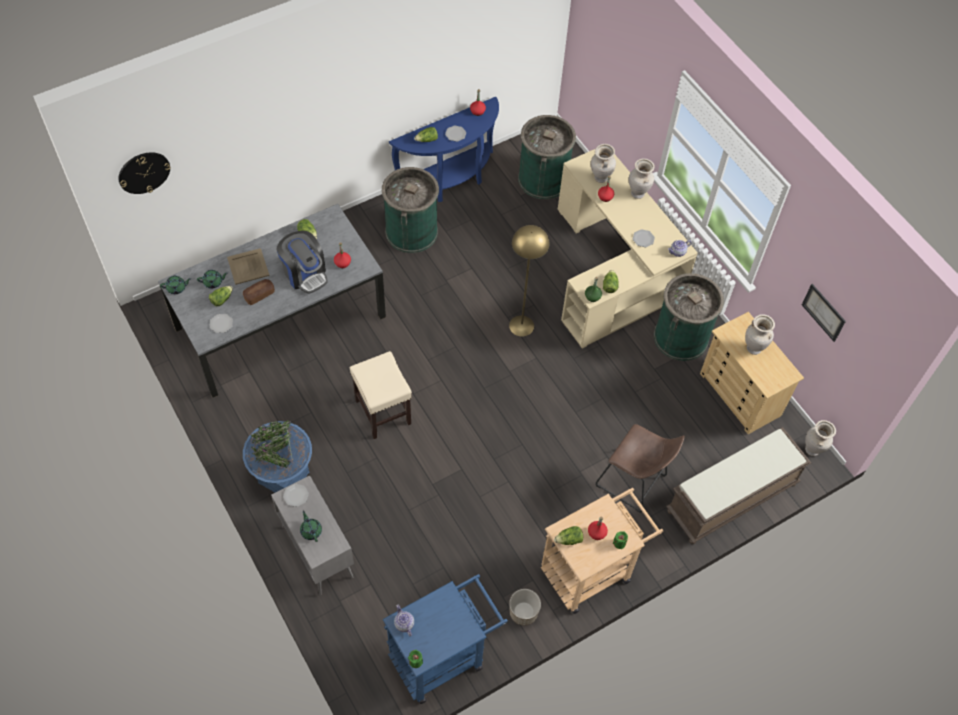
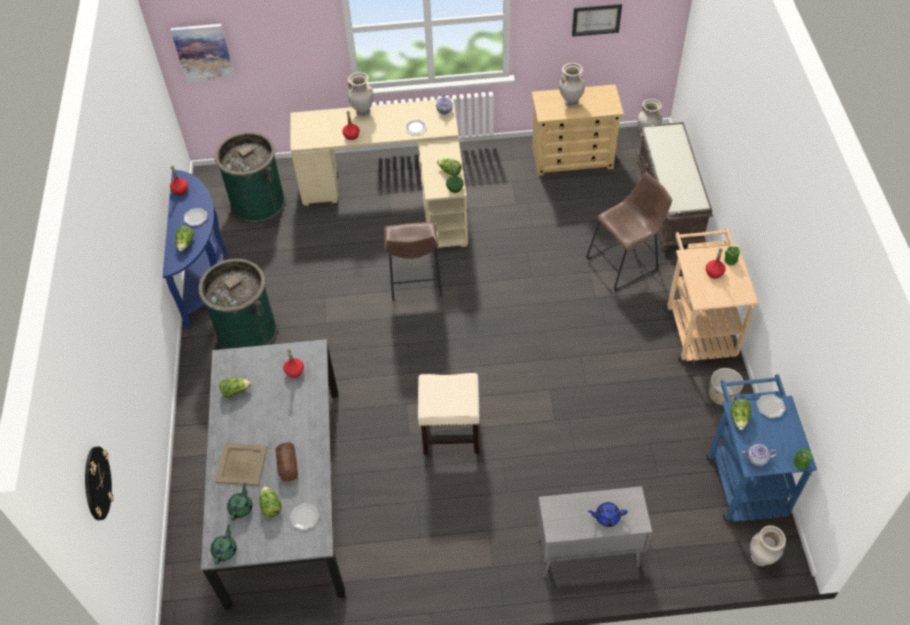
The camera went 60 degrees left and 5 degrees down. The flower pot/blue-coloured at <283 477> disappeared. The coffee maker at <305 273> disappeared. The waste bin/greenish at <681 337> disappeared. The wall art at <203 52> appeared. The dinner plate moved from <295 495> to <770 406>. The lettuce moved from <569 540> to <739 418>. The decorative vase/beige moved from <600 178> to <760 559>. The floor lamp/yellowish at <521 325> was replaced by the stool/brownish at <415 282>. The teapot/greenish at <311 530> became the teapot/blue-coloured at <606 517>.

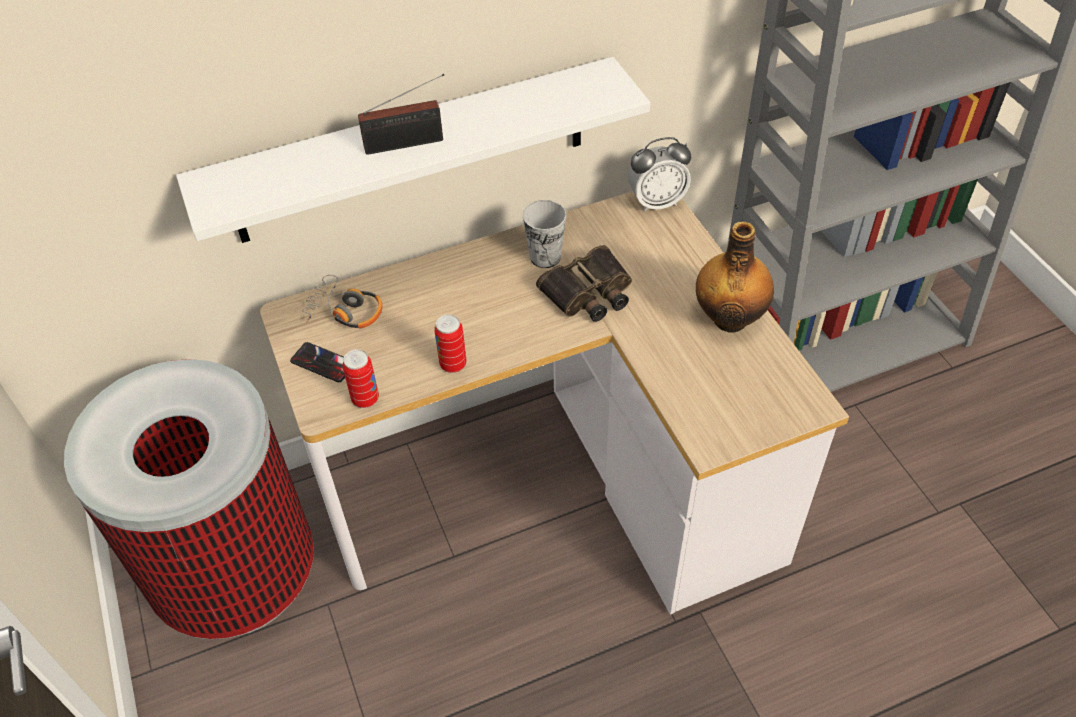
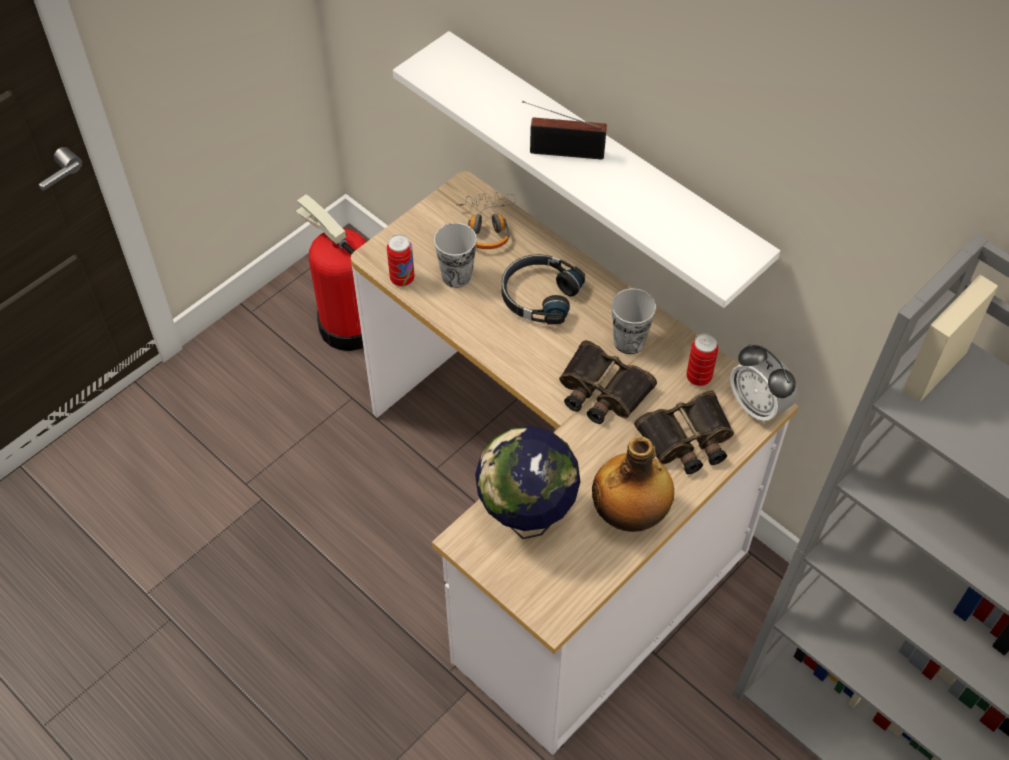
The camera went 65 degrees right and 5 degrees up. The handset at <322 363> disappeared. The cup at <456 275> appeared. The world globe at <526 518> appeared. The headphones/black-coloured at <539 295> appeared. The pair of binoculars at <687 440> appeared. The metal can moved from <453 364> to <698 377>. The waste bin at <237 577> was replaced by the extinguisher at <348 326>. The radio receiver at <408 143> turned 135 degrees clockwise.

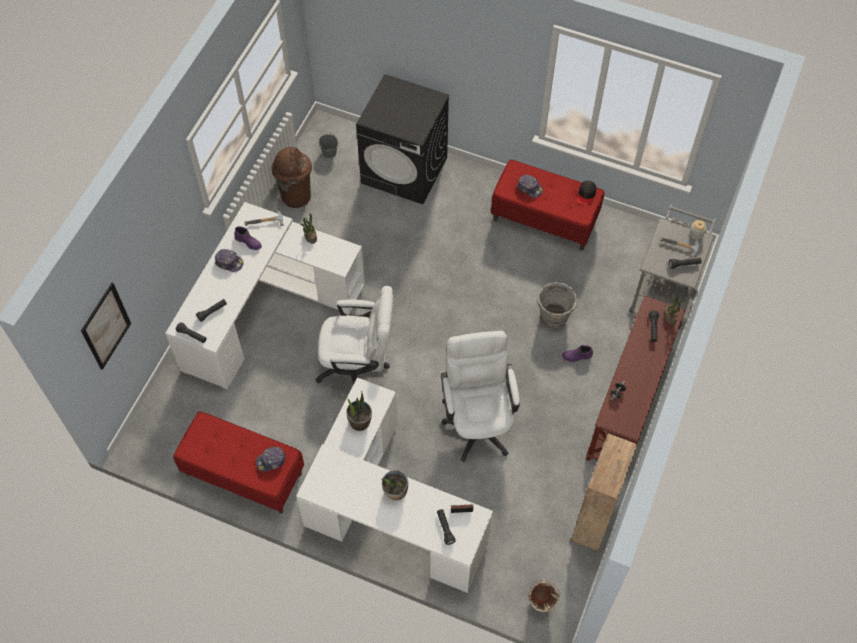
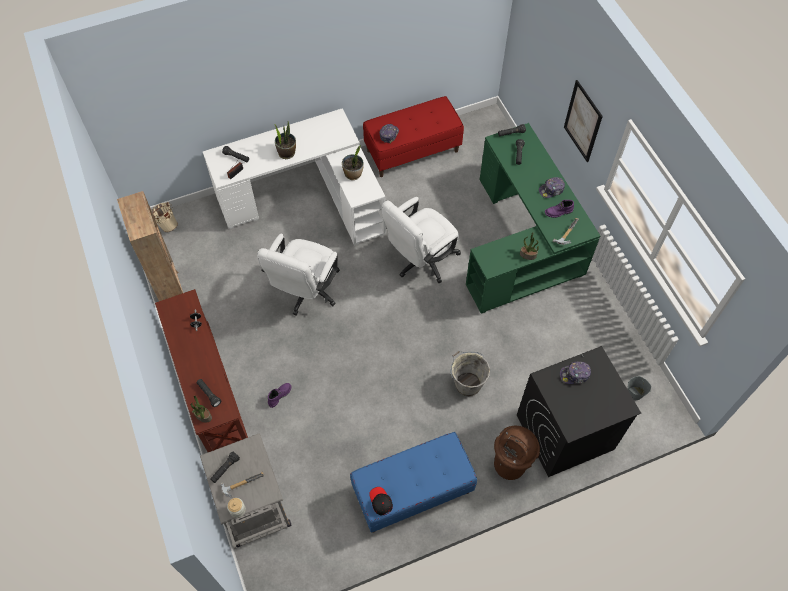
The camera went 135 degrees right and 0 degrees up. The wall art moved from <106 326> to <582 121>. The waste bin/brownish moved from <296 195> to <510 465>. The peaked cap moved from <529 188> to <575 375>. The water bucket/gray moved from <554 318> to <467 383>. The desk unit/whitish at <264 308> became the desk unit/greenish at <523 243>. The indoor bench/red at <544 219> became the indoor bench/blue-coloured at <412 492>. The desk chair/whitish at <478 421> turned 75 degrees clockwise.

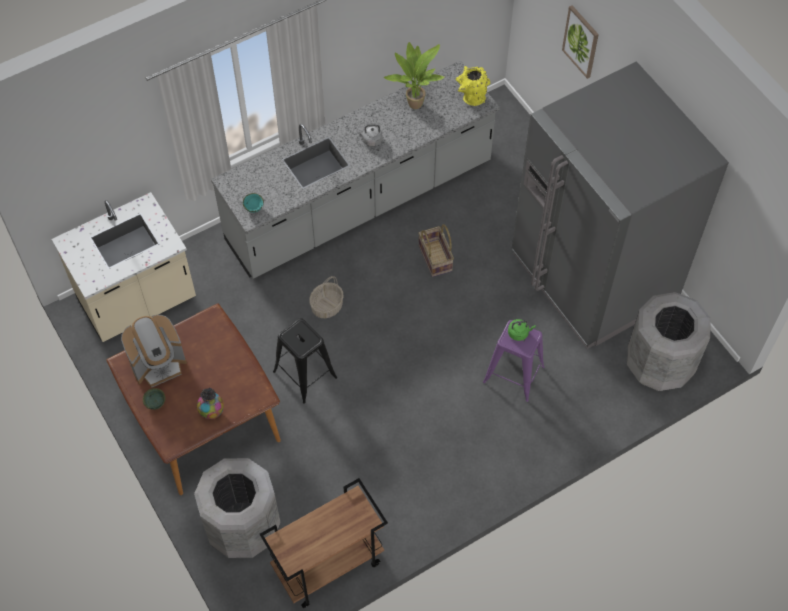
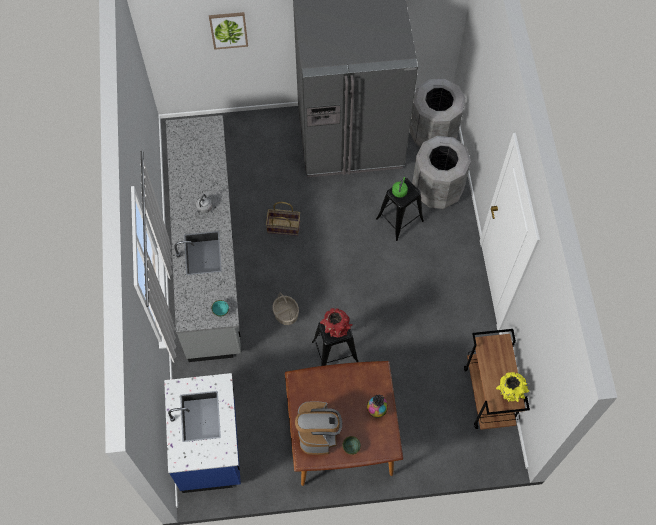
The camera went 65 degrees left and 5 degrees up. The houseplant at <414 103> disappeared. The decorative vase/red at <336 330> appeared. The waste bin/gray moved from <244 527> to <437 190>. The decorative vase/yellowish moved from <471 98> to <509 393>. The kitchen base unit/beige at <137 301> became the kitchen base unit/blue-coloured at <211 447>. The stool/purple at <513 374> became the stool/black-coloured at <399 220>.

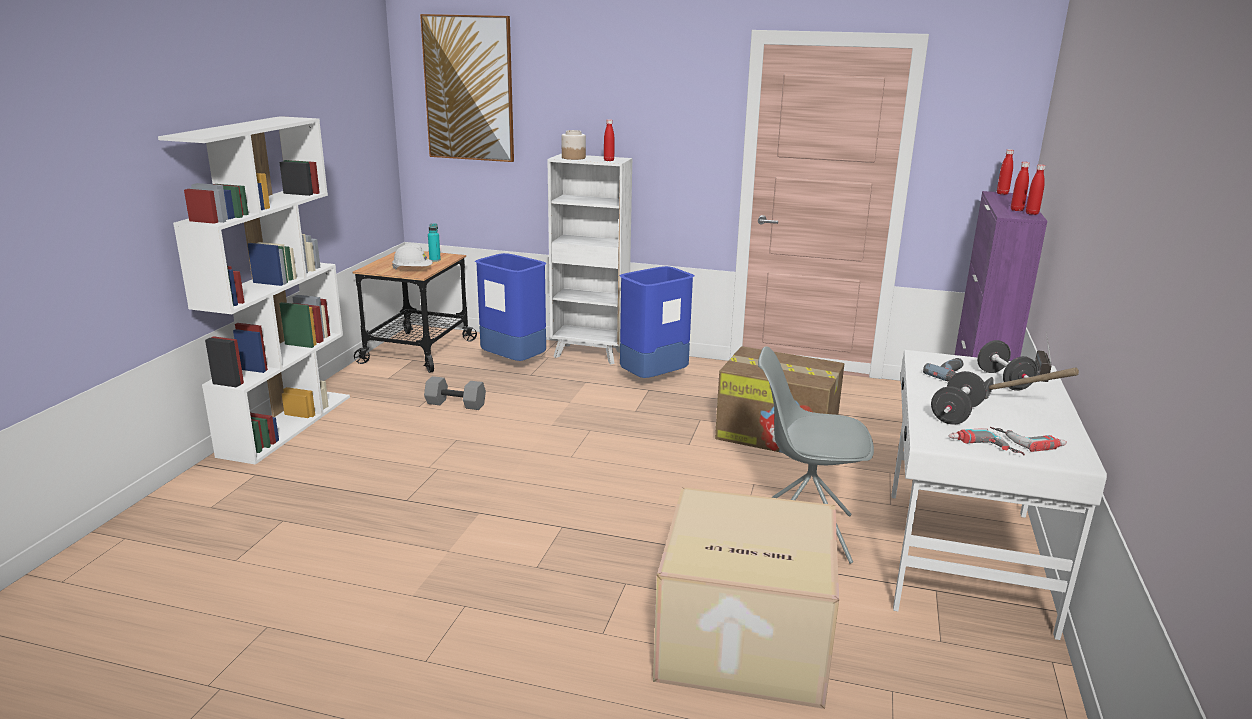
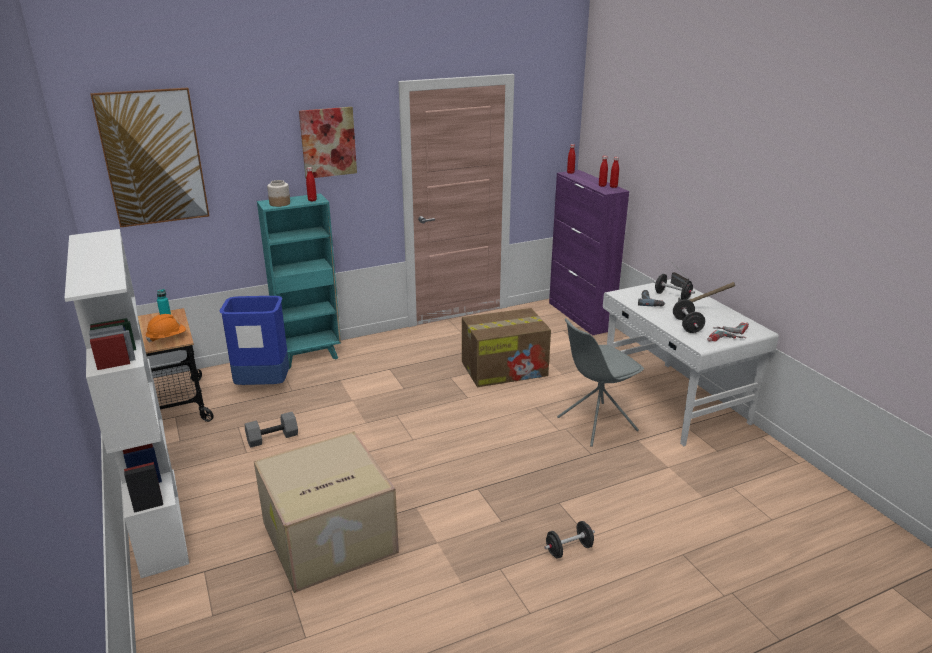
The camera went 40 degrees left and 5 degrees up. The waste bin/blue-coloured at <653 379> disappeared. The wall art at <328 142> appeared. The free weight/black-coloured at <569 549> appeared. The packing box moved from <741 640> to <328 539>. The hard hat/whitish at <413 270> became the hard hat/orange-coloured at <167 338>. The bookcase/whitish at <590 354> became the bookcase/turquoise at <310 357>.

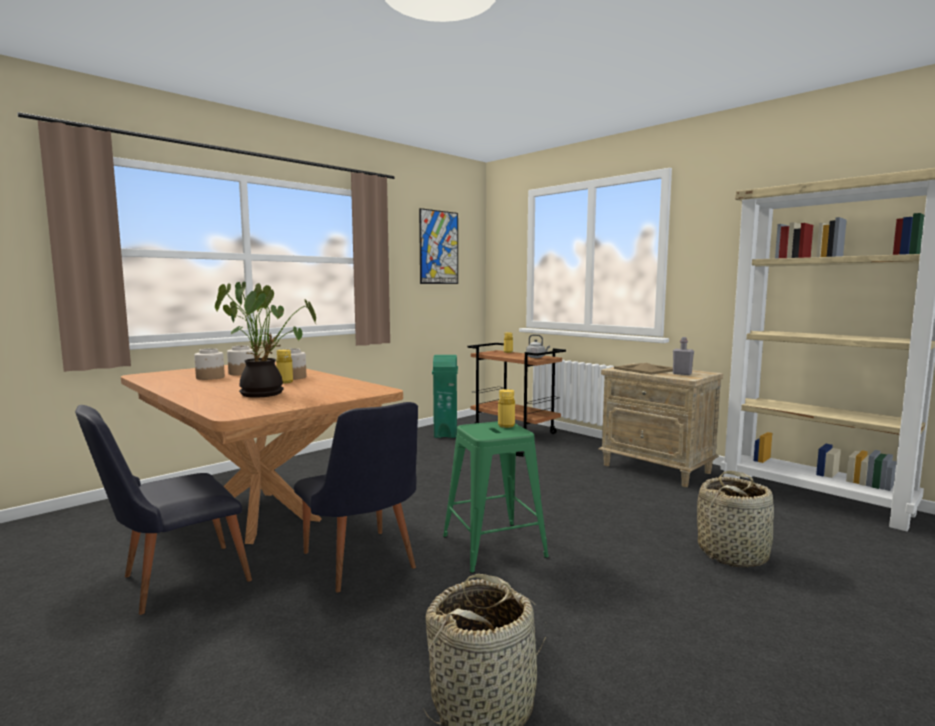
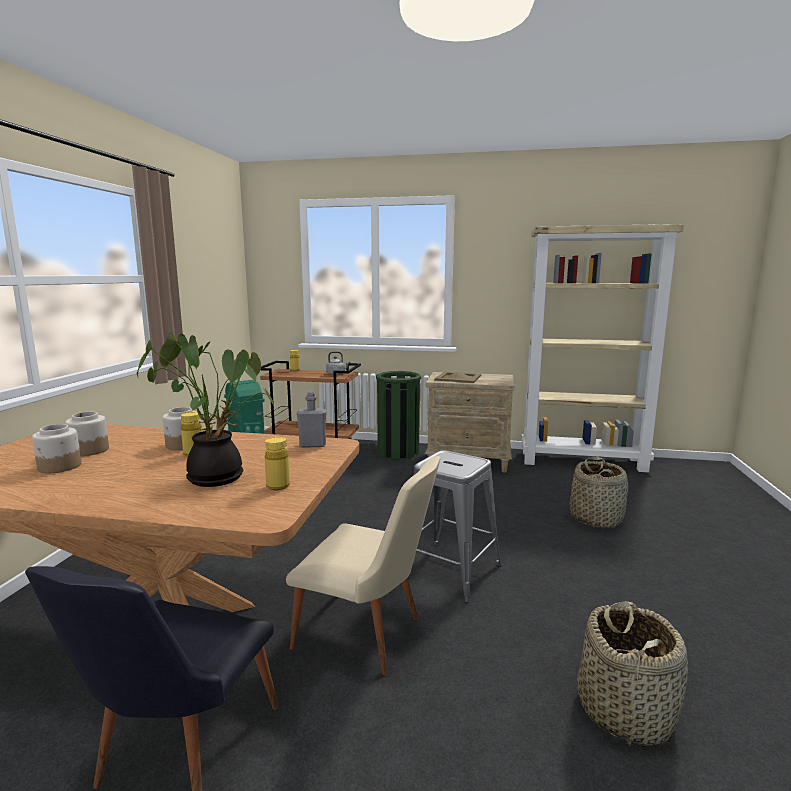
The camera went 35 degrees left and 5 degrees up. The wall art at <439 247> disappeared. The waste bin/greenish at <398 452> appeared. The beverage bottle/yellowish moved from <506 425> to <278 486>. The beverage bottle/gray moved from <682 374> to <312 445>. The upright chair/black-coloured at <362 565> became the upright chair/beige at <368 636>. The stool/greenish at <493 546> became the stool/gray at <449 571>.

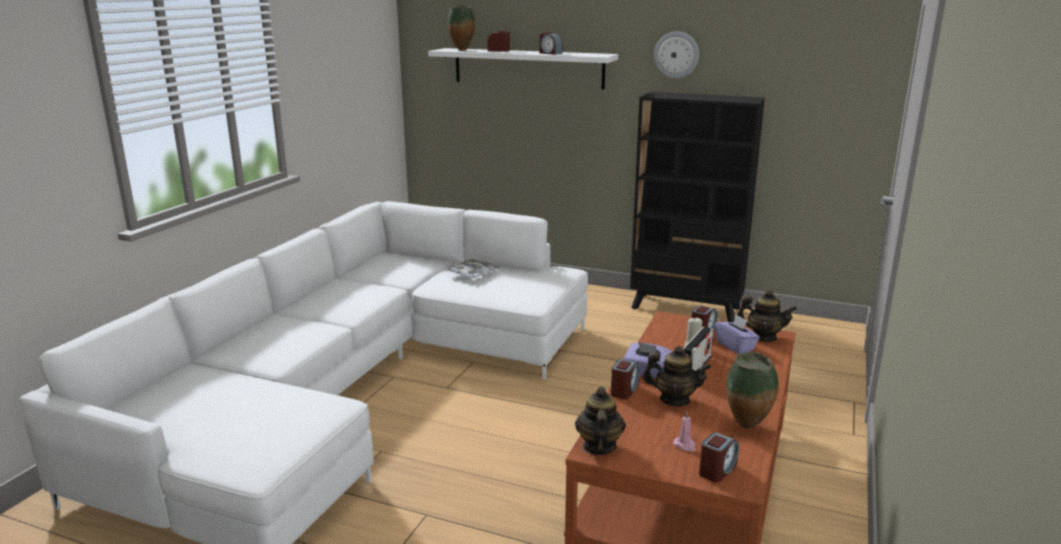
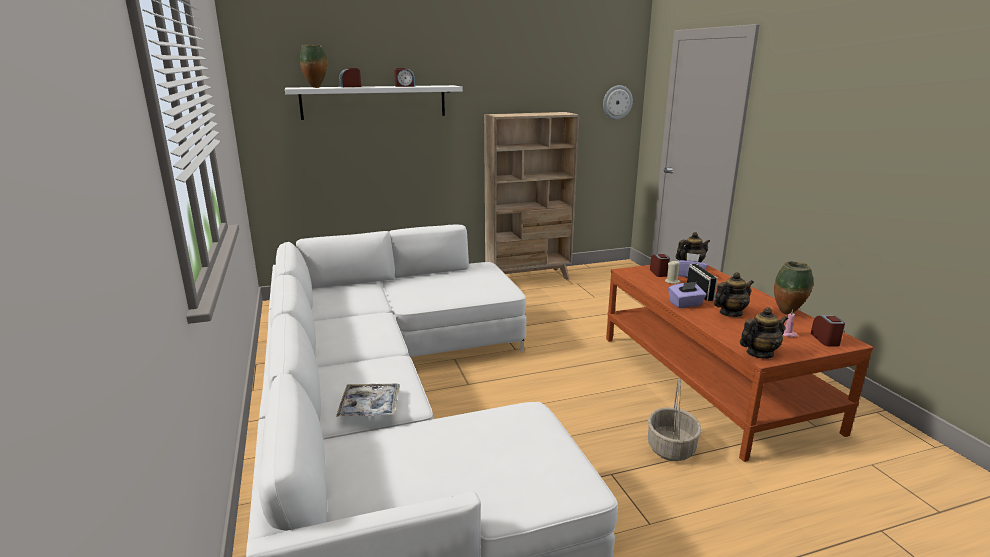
The camera went 40 degrees left and 0 degrees up. The alarm clock at <624 390> disappeared. The household basket at <671 448> appeared. The tray moved from <472 274> to <370 406>. The wall clock moved from <676 55> to <617 102>. The bookcase/black-coloured at <686 308> became the bookcase/beige at <528 278>. The teapot at <599 446> turned 105 degrees clockwise.

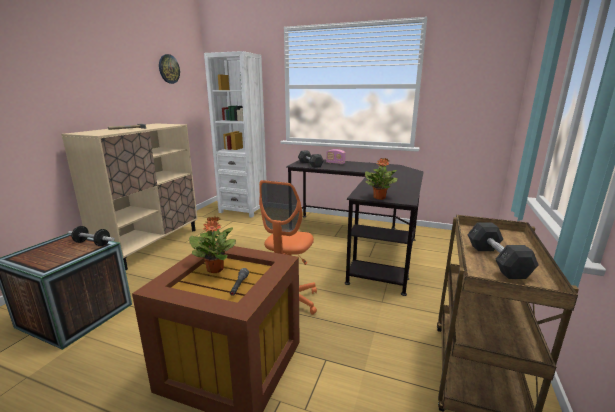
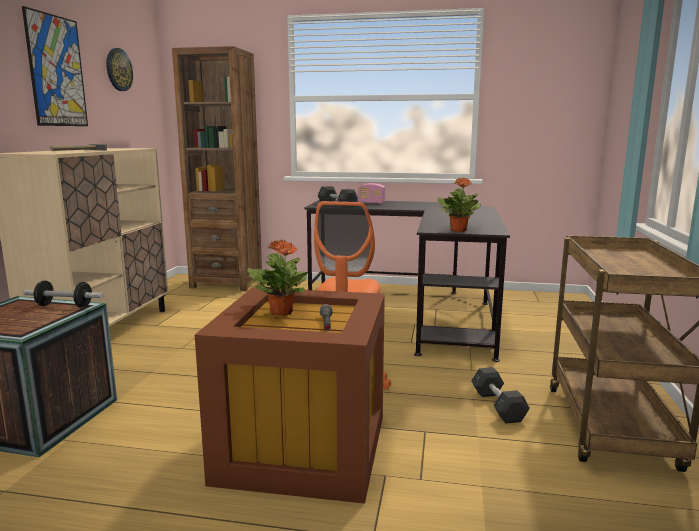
The camera went 10 degrees left and 5 degrees down. The wall art at <56 71> appeared. The free weight/gray moved from <497 261> to <498 406>. The bookcase/whitish at <243 210> became the bookcase/brownish at <227 283>.

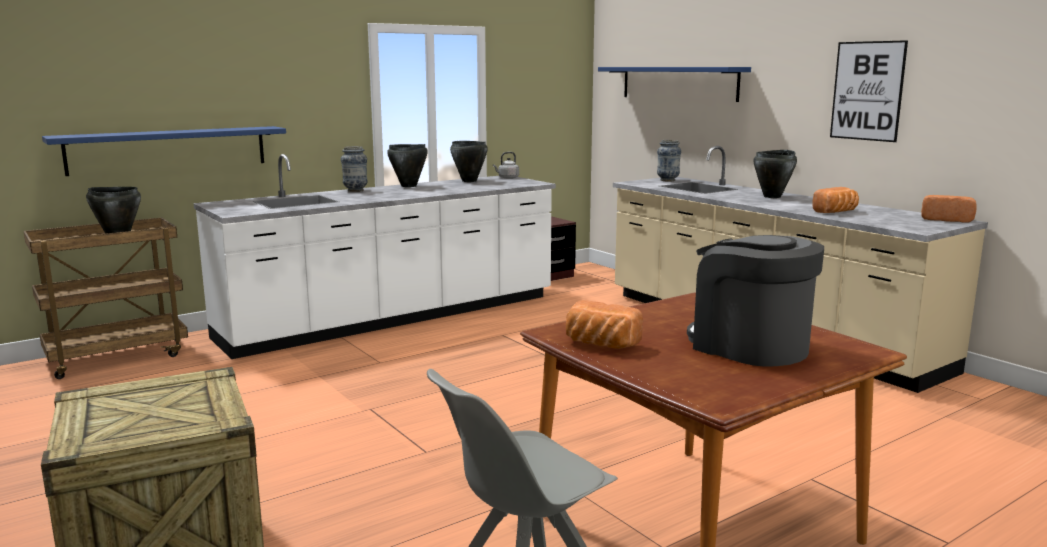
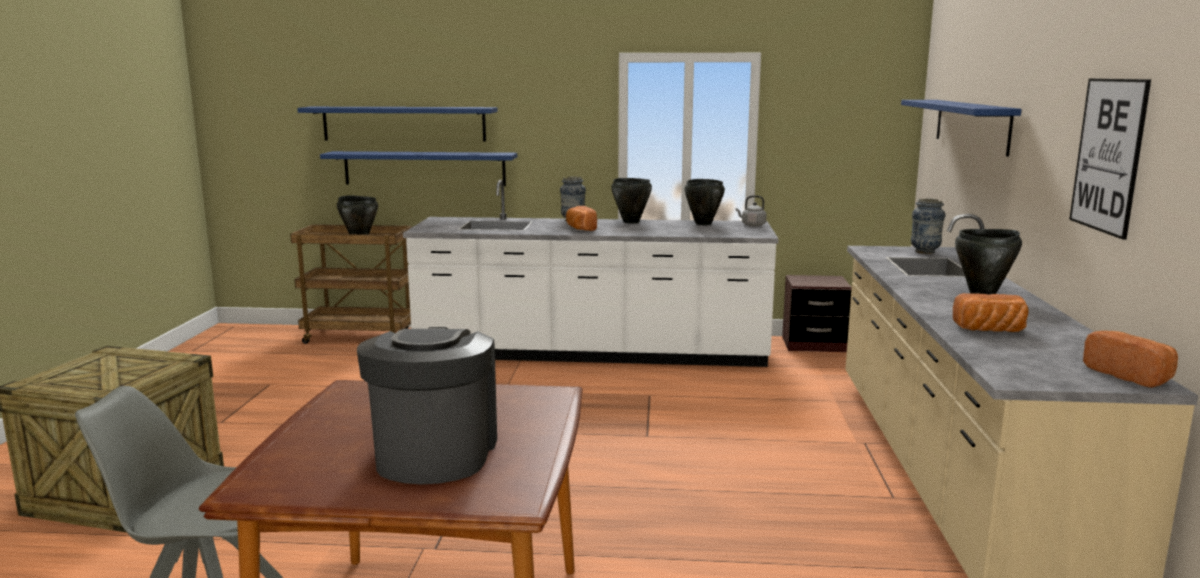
The camera went 40 degrees right and 0 degrees up. The wall shelf/blue-coloured at <404 123> appeared. The bakery bread moved from <600 344> to <580 228>.

